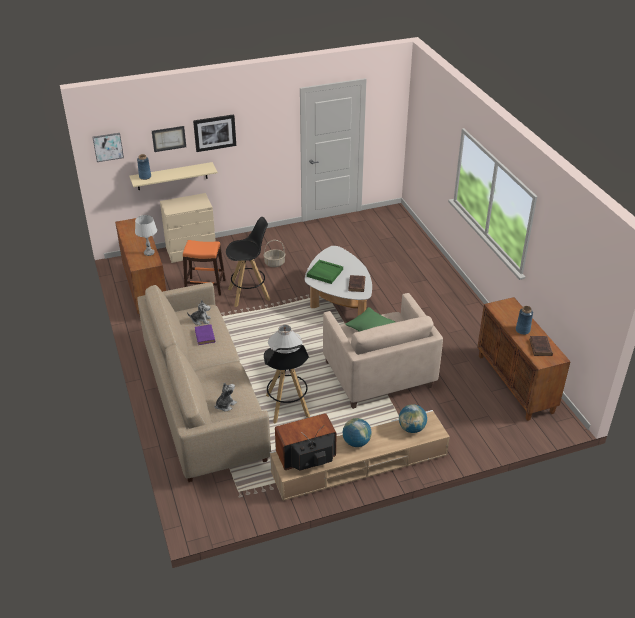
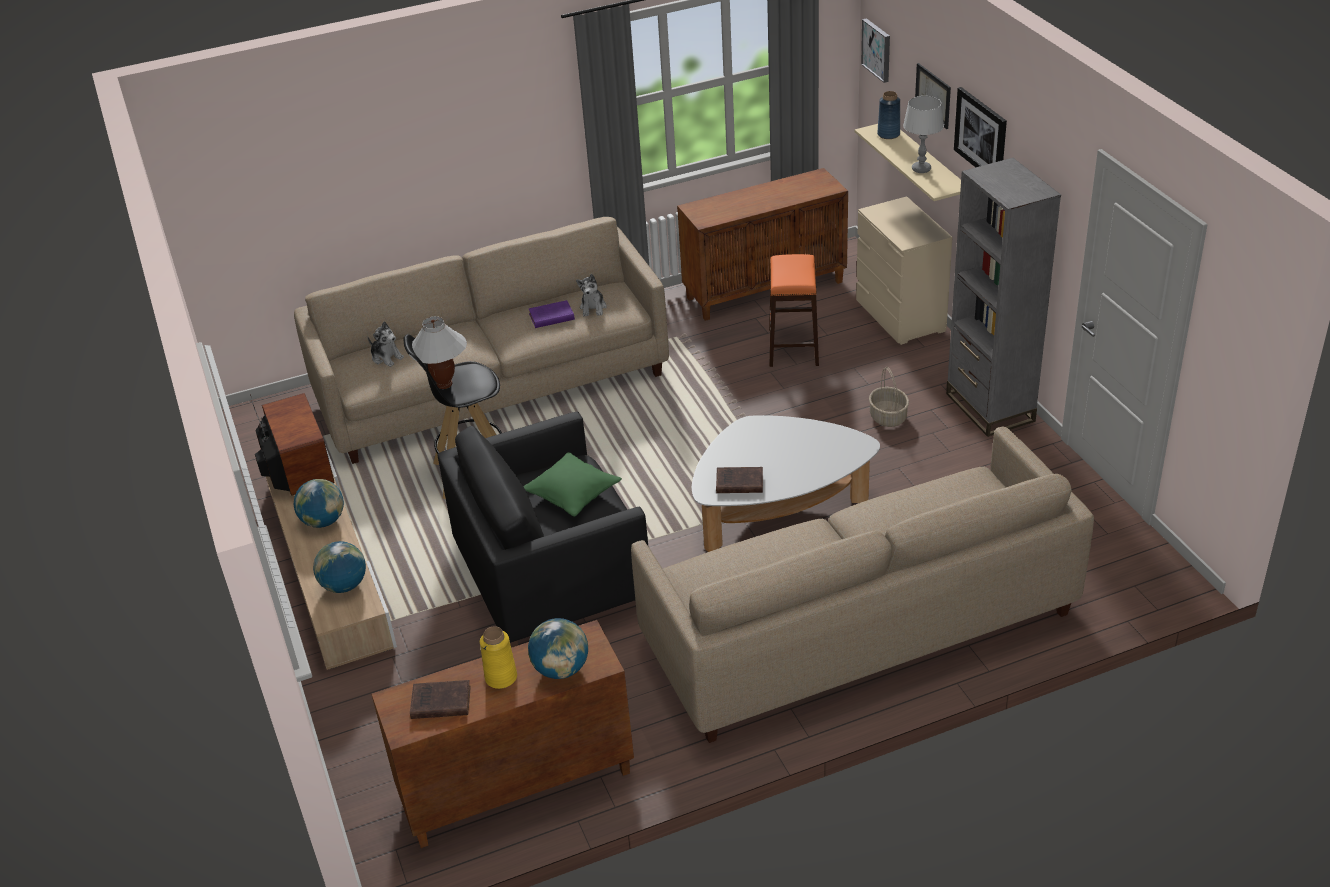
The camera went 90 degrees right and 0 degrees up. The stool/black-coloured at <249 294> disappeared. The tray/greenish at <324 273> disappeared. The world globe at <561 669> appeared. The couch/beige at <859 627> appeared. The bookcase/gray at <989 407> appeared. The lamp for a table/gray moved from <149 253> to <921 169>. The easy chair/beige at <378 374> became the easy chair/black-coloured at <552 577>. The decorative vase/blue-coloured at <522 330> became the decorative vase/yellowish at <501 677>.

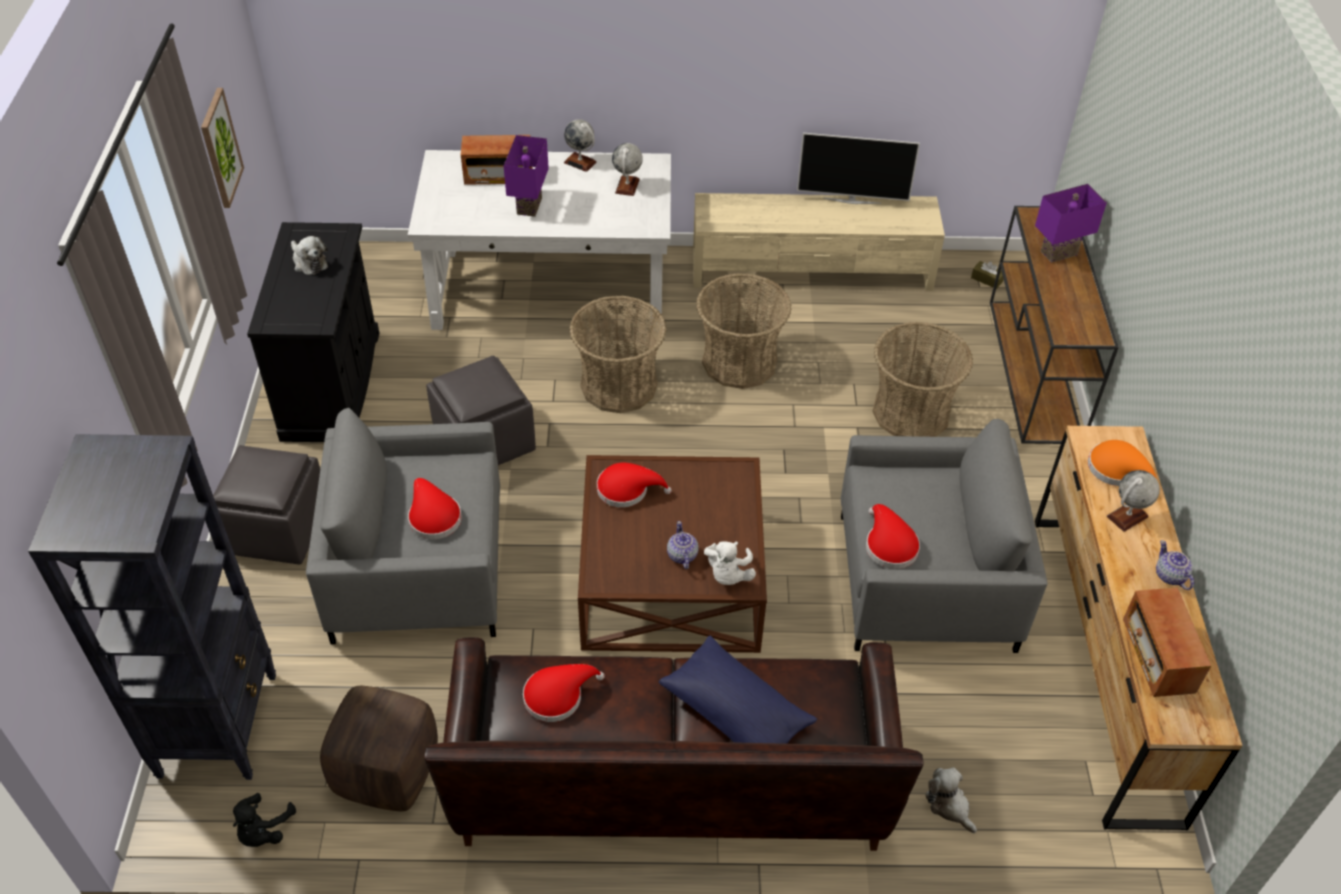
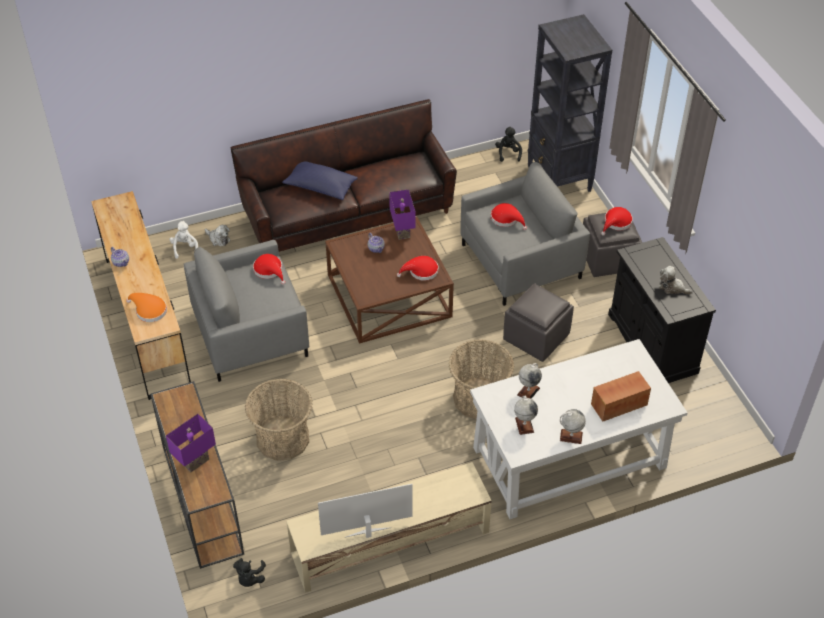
The camera went 160 degrees right and 0 degrees up. The wall art at <220 148> disappeared. The footrest/brownish at <386 773> disappeared. The household basket at <739 362> disappeared. The radio receiver at <1157 656> disappeared. The lamp for a table/purple moved from <531 206> to <401 232>. The wearable hat/red moved from <557 695> to <616 223>. The plush toy/whitish moved from <728 575> to <185 248>. The world globe moved from <1127 516> to <528 391>. The box of tissues/brownish at <987 279> was replaced by the plush toy/black-coloured at <250 578>.

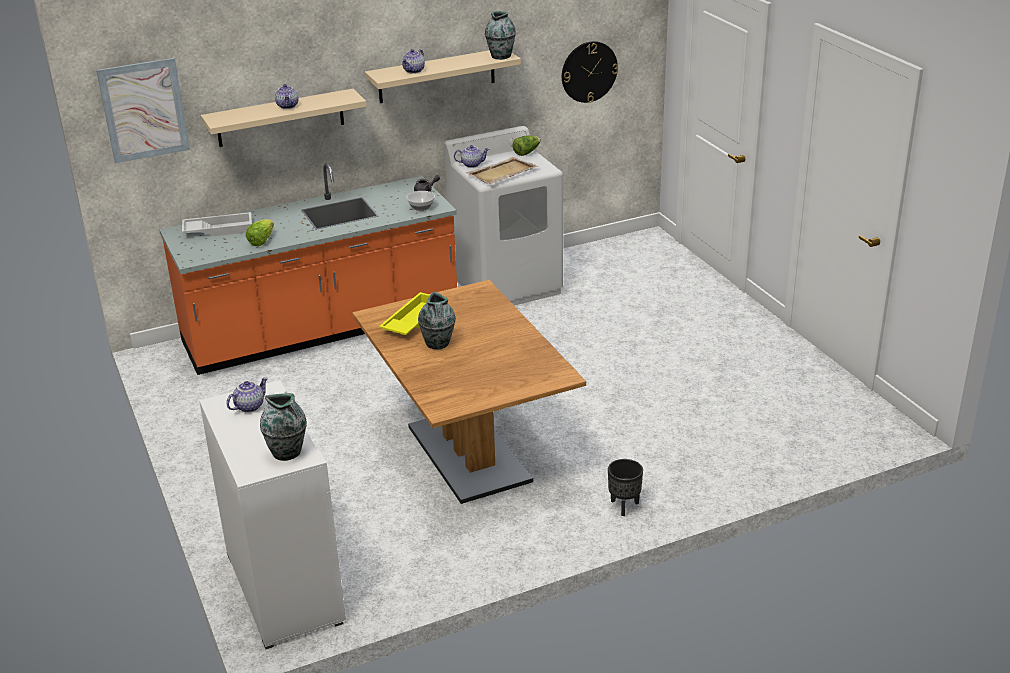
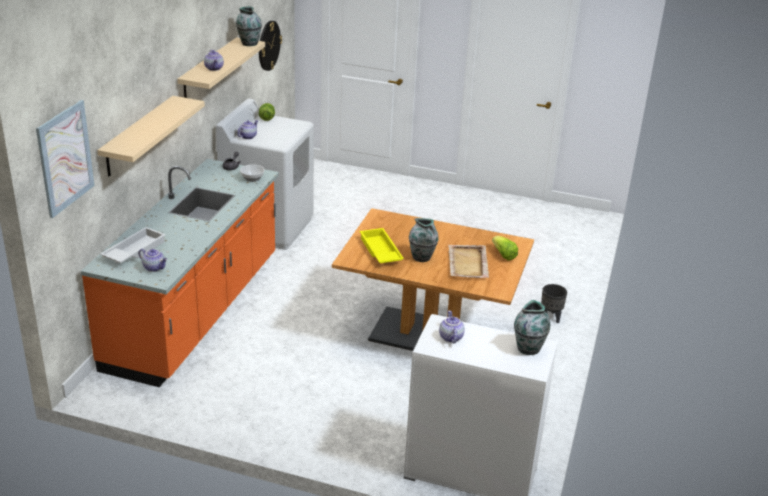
The camera went 50 degrees left and 0 degrees up. The lettuce moved from <261 241> to <503 255>. The teapot moved from <288 106> to <154 267>. The tray/beige moved from <501 173> to <467 263>.

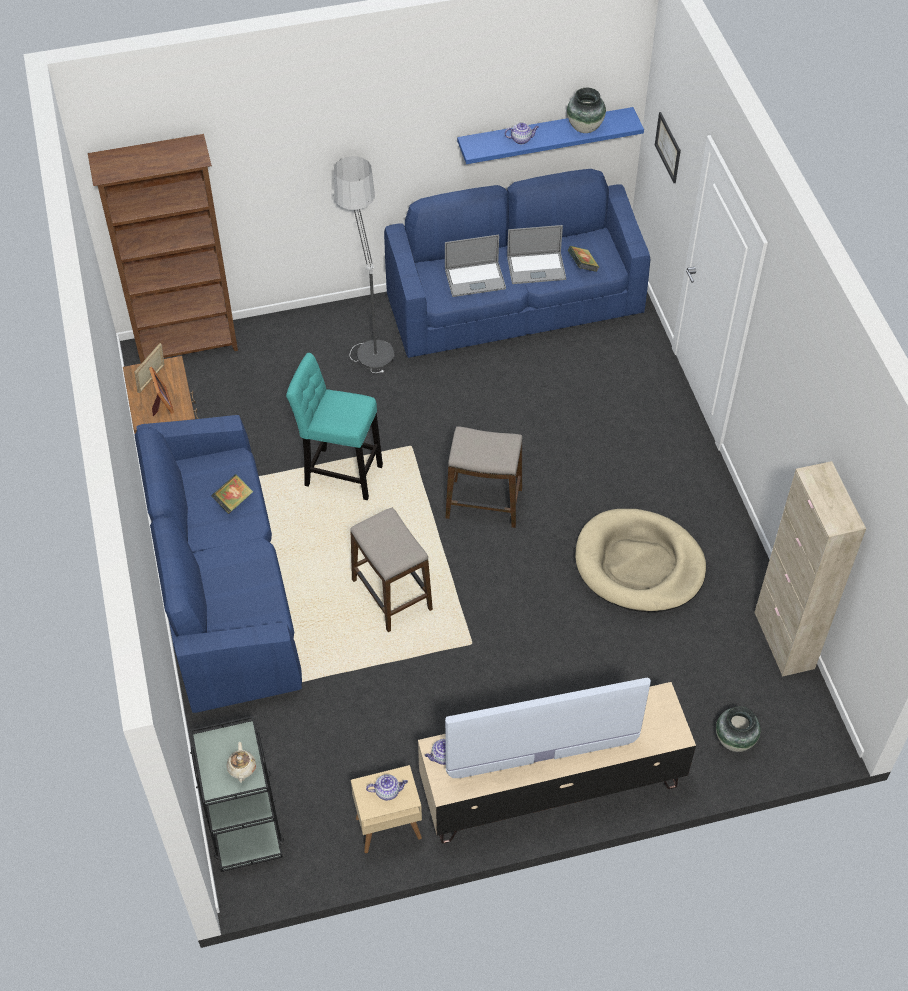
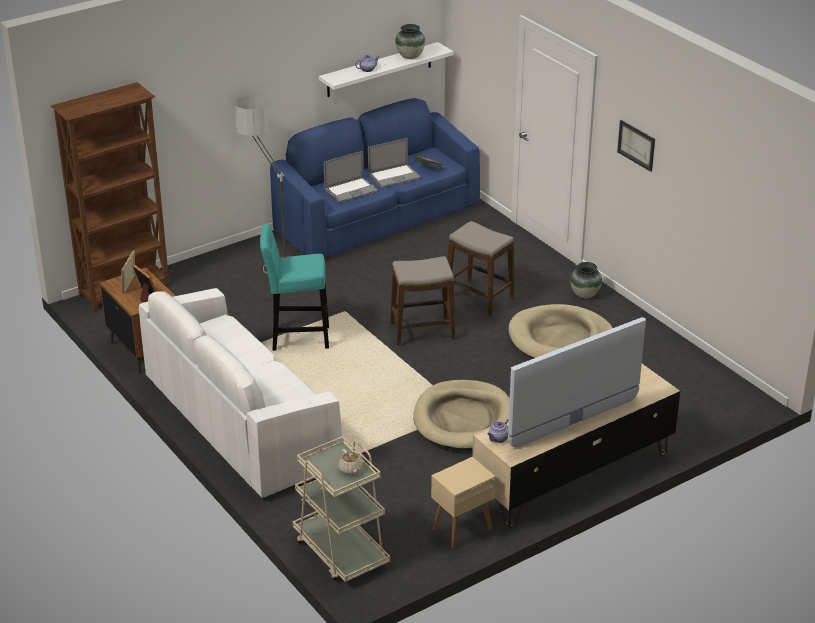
The camera went 20 degrees left and 20 degrees down. The volume at <233 501> disappeared. The teapot at <388 791> disappeared. The cupboard/beige at <783 640> disappeared. The pet bed/beige at <464 420> appeared. The stool moved from <392 594> to <479 298>. The wall art moved from <668 147> to <636 145>. The decorative vase moved from <735 740> to <585 295>. The couch/blue-coloured at <224 586> became the couch/whitish at <241 421>. The wheeled cart/black-coloured at <243 817> became the wheeled cart/beige at <340 551>. The wall shelf/blue-coloured at <545 134> became the wall shelf/whitish at <379 70>.

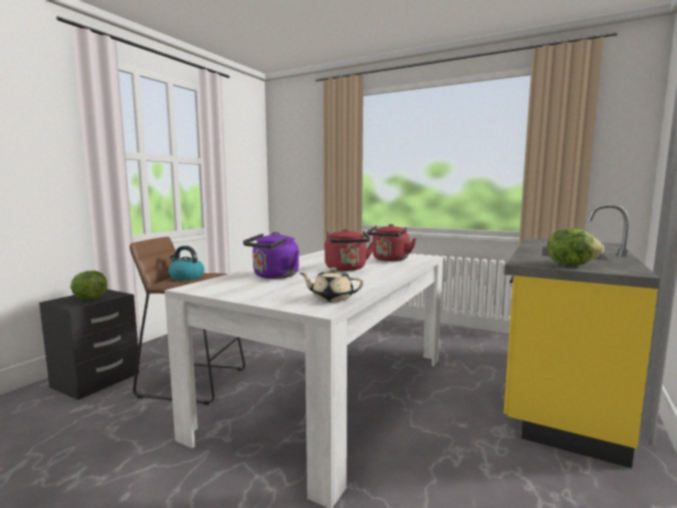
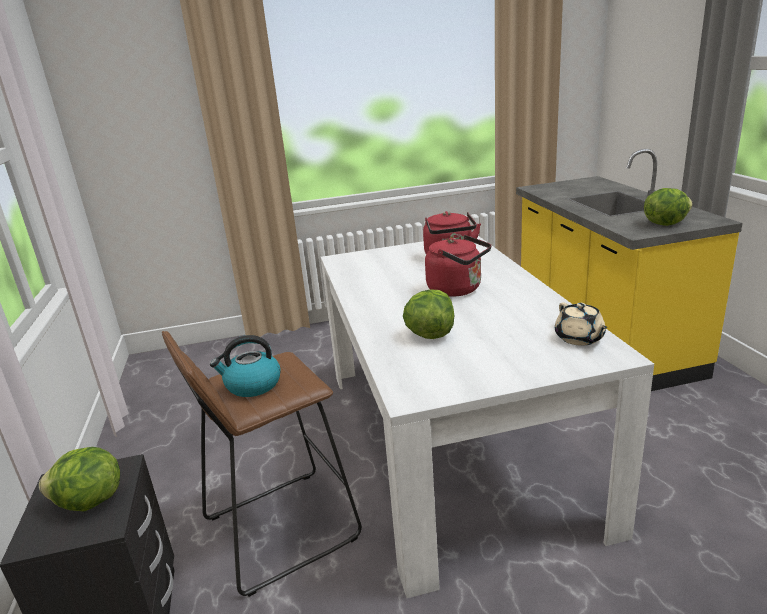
The camera went 40 degrees left and 15 degrees up. The tea kettle/purple at <274 276> was replaced by the lettuce at <430 334>. The teapot/beige at <331 298> turned 75 degrees counterclockwise.

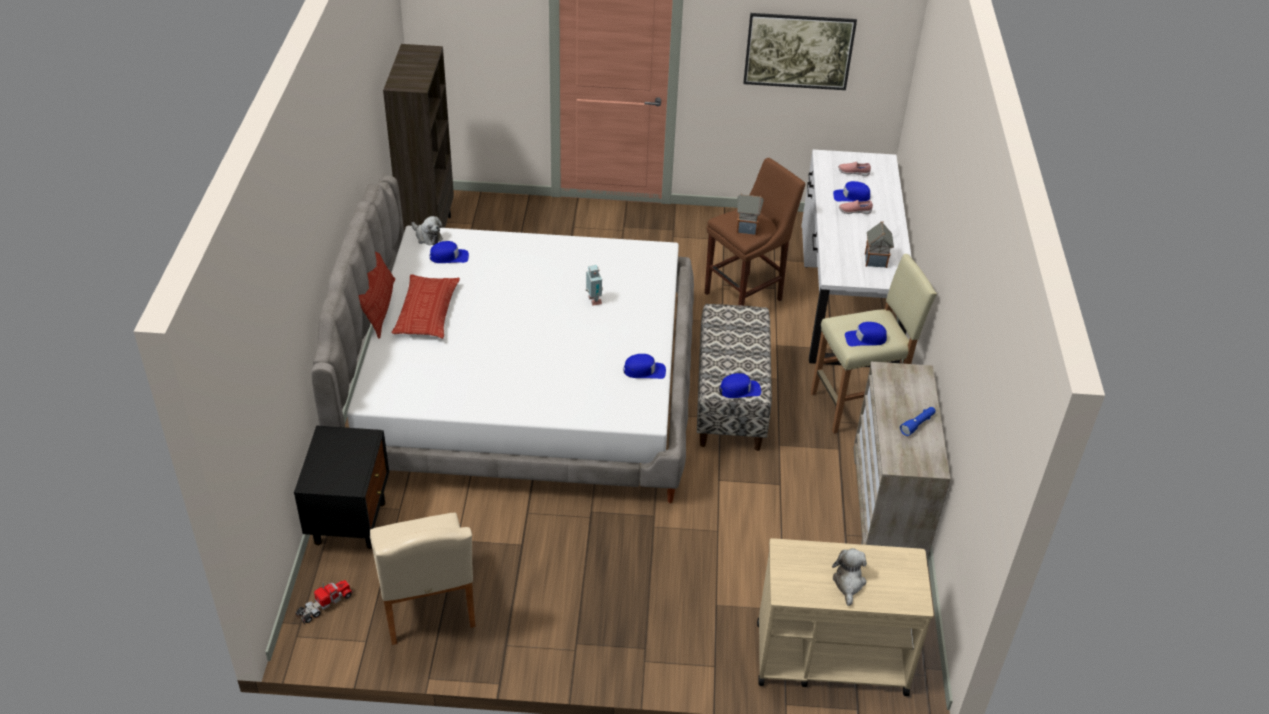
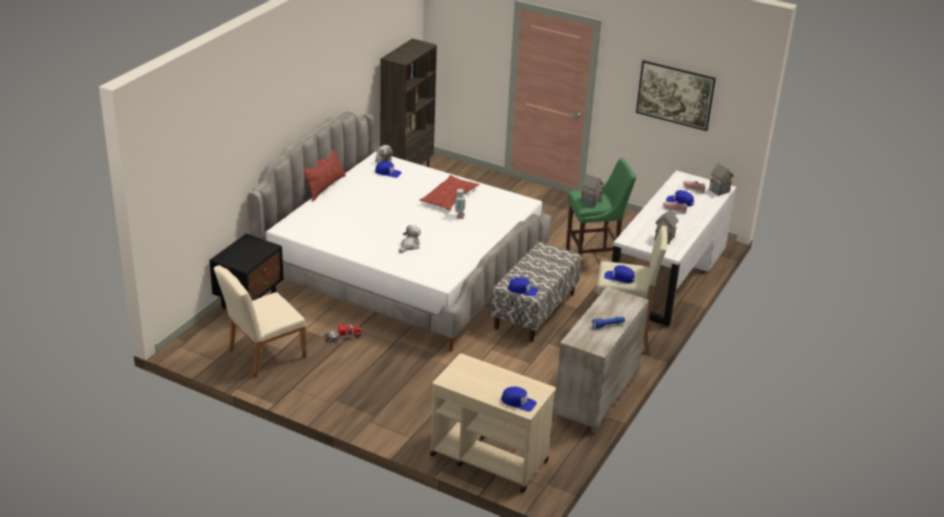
The camera went 25 degrees right and 10 degrees down. The model house at <719 191> appeared. The toy truck moved from <324 605> to <342 337>. The pillow moved from <427 311> to <449 197>. The peaked cap/blue-coloured moved from <644 371> to <518 402>. The plush toy moved from <848 583> to <409 246>. The stool/brownish at <746 295> became the stool/greenish at <594 259>. The upright chair/beige at <427 607> turned 45 degrees clockwise.

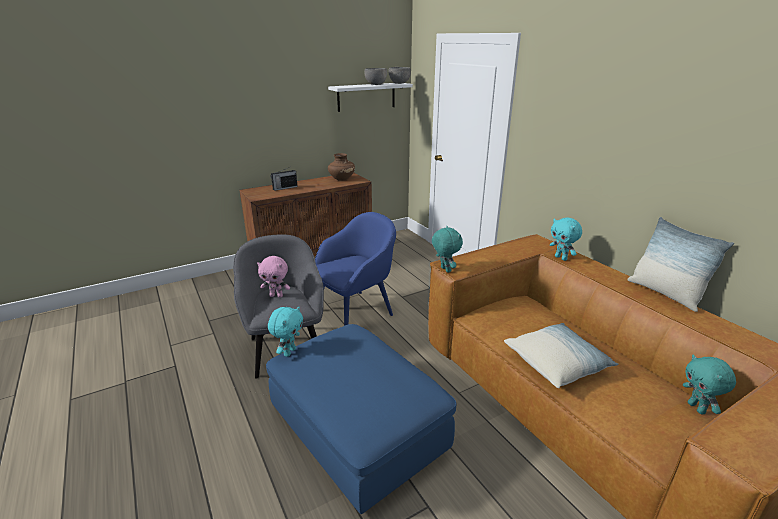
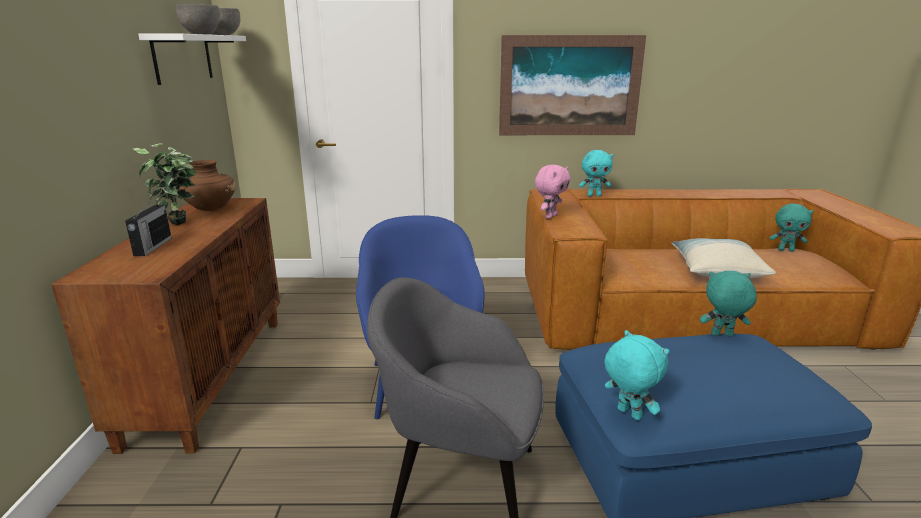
The camera went 60 degrees left and 5 degrees down. The pillow at <665 293> disappeared. The houseplant at <179 226> appeared. The wall art at <569 86> appeared. The plush toy/pink moved from <276 296> to <550 216>. The plush toy/turquoise moved from <444 270> to <721 335>.

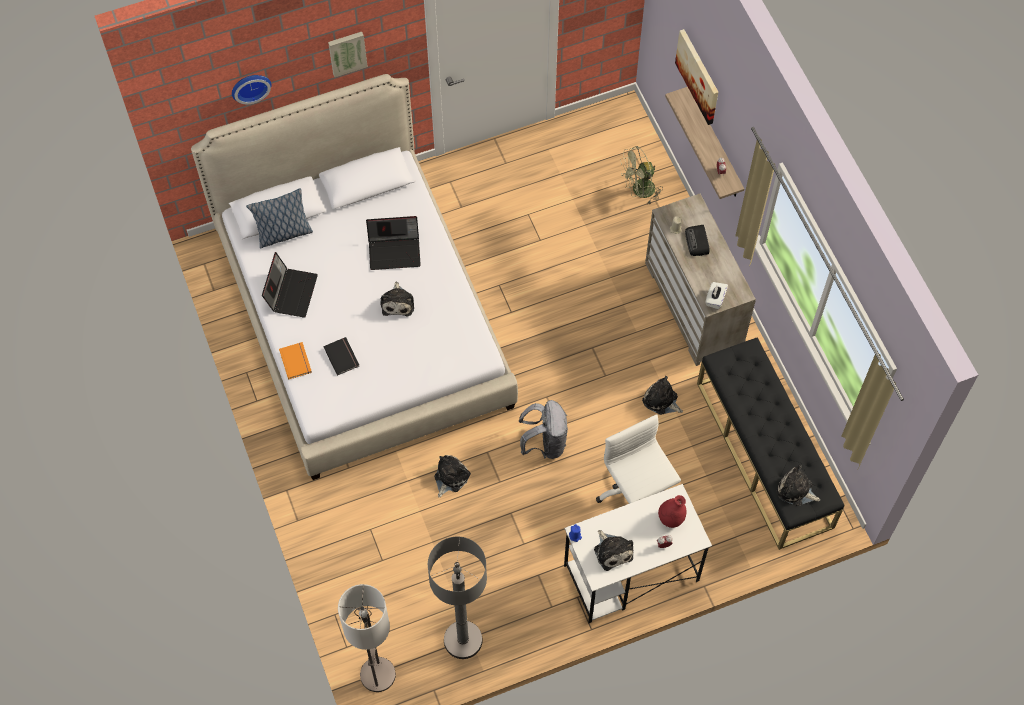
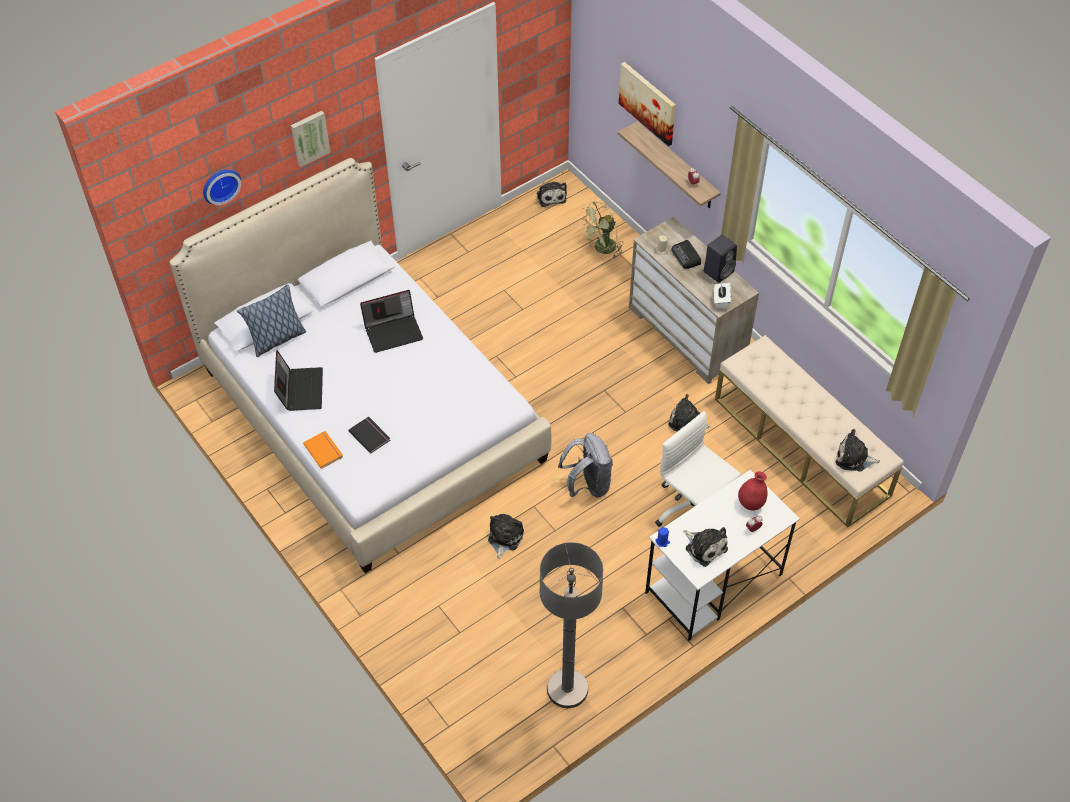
The camera went 15 degrees left and 10 degrees down. The floor lamp at <377 674> disappeared. The audio speaker/black-coloured at <719 271> appeared. The plush toy moved from <398 302> to <551 196>. The indoor bench/black-coloured at <764 454> became the indoor bench/beige at <801 446>.

